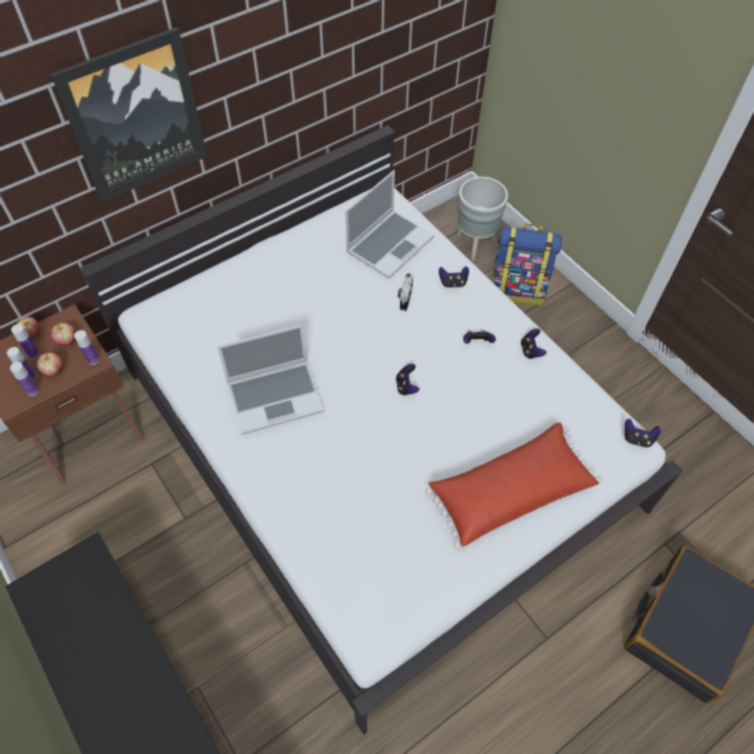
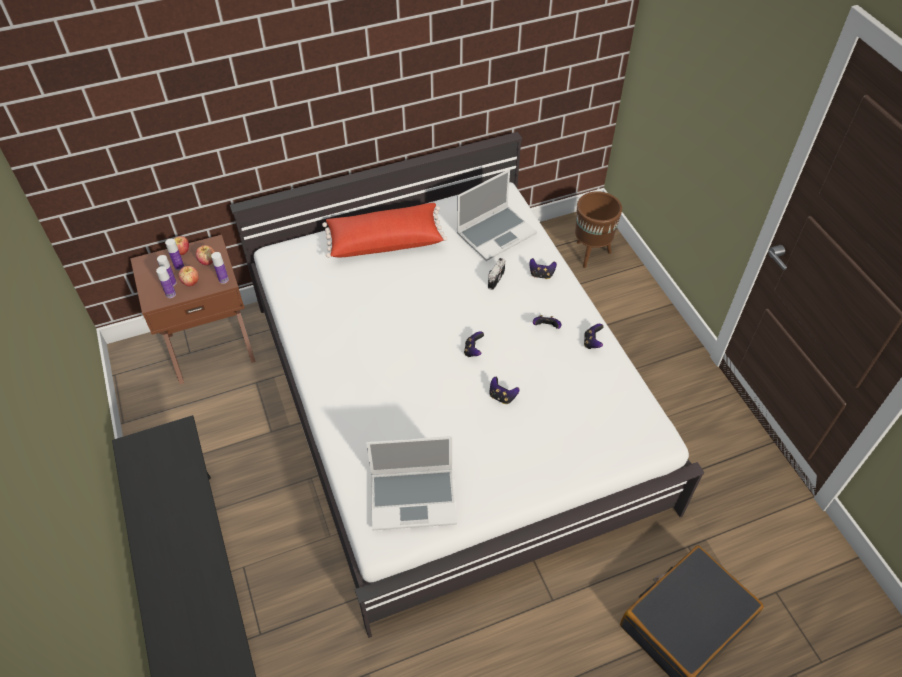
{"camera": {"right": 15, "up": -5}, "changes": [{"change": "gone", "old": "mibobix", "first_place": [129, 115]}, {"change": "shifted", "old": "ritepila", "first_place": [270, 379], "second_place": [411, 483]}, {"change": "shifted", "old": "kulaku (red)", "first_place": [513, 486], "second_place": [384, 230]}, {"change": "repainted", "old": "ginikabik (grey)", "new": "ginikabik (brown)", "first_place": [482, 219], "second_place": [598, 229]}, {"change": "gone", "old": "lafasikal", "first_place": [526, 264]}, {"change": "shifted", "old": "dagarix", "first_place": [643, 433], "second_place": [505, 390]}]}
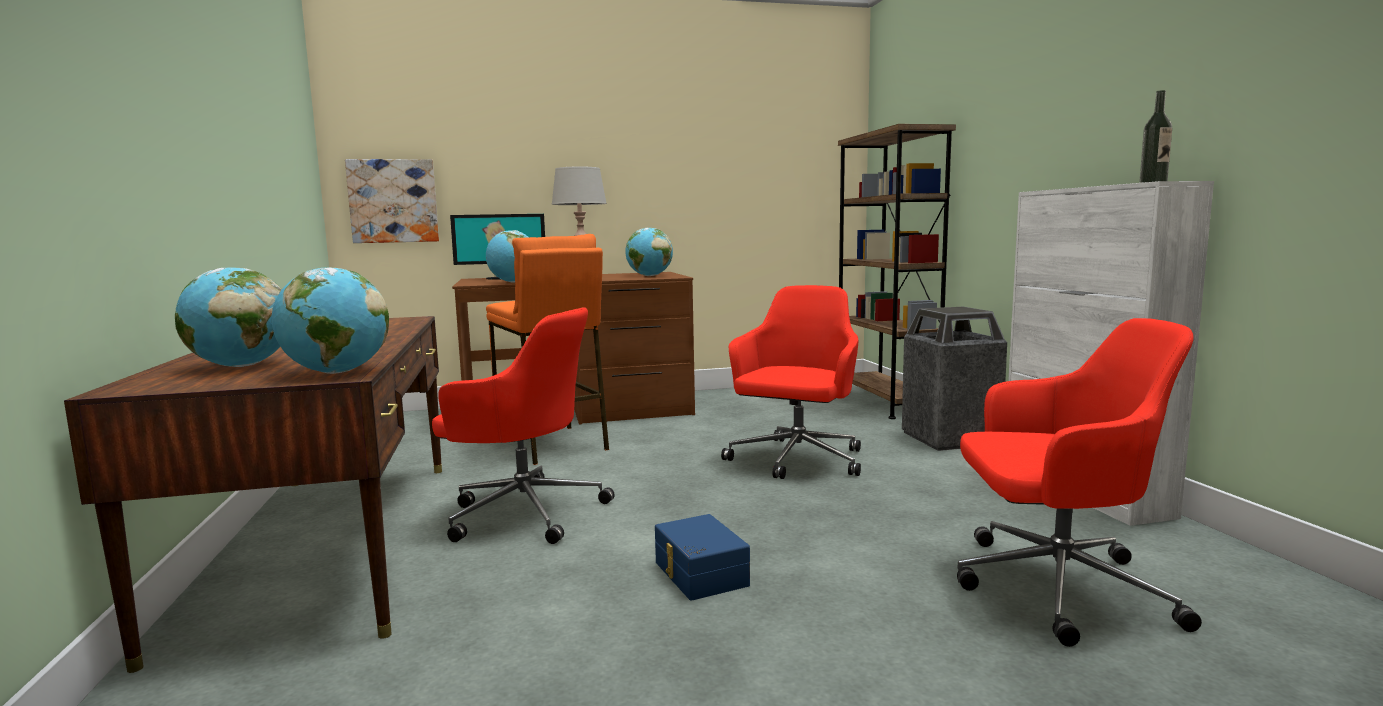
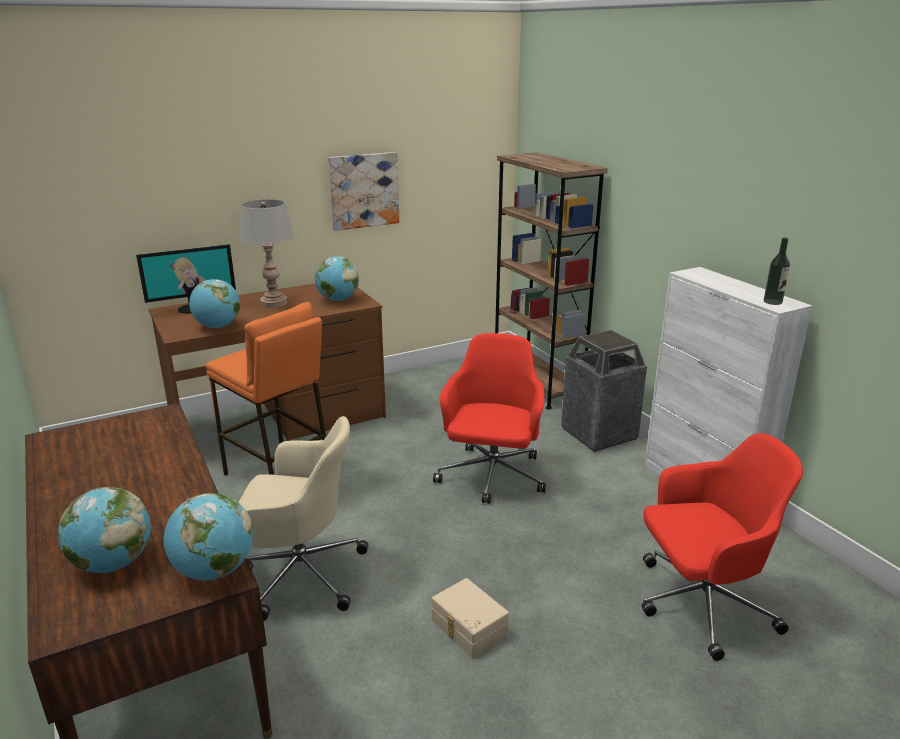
{"camera": {"right": -15, "up": 15}, "changes": [{"change": "shifted", "old": "mibobix", "first_place": [392, 201], "second_place": [363, 191]}, {"change": "repainted", "old": "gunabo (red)", "new": "gunabo (beige)", "first_place": [523, 425], "second_place": [303, 518]}, {"change": "repainted", "old": "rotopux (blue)", "new": "rotopux (beige)", "first_place": [702, 557], "second_place": [470, 618]}]}
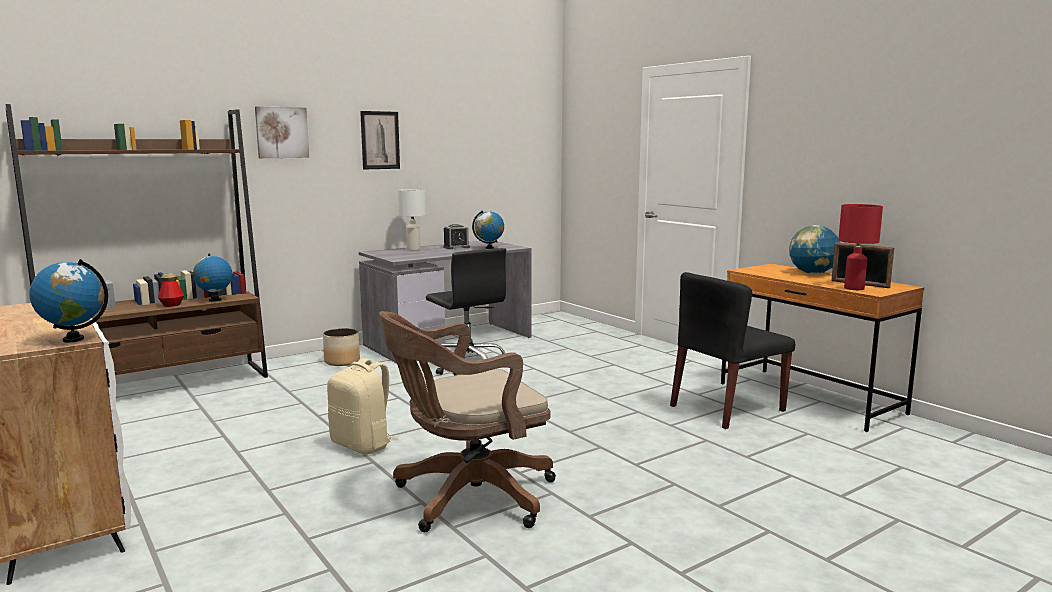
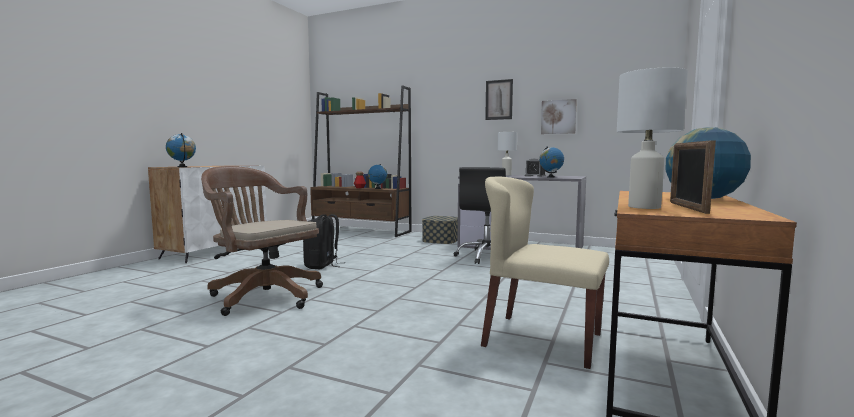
{"camera": {"right": 60, "up": -5}, "changes": [{"change": "shifted", "old": "mibobix", "first_place": [282, 132], "second_place": [559, 116]}, {"change": "swapped", "old": "ginikabik", "new": "rotopux", "first_place": [341, 347], "second_place": [440, 230]}, {"change": "repainted", "old": "lafasikal (beige)", "new": "lafasikal (black)", "first_place": [363, 406], "second_place": [321, 241]}, {"change": "repainted", "old": "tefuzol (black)", "new": "tefuzol (beige)", "first_place": [732, 350], "second_place": [545, 273]}, {"change": "repainted", "old": "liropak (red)", "new": "liropak (white)", "first_place": [860, 247], "second_place": [652, 138]}]}
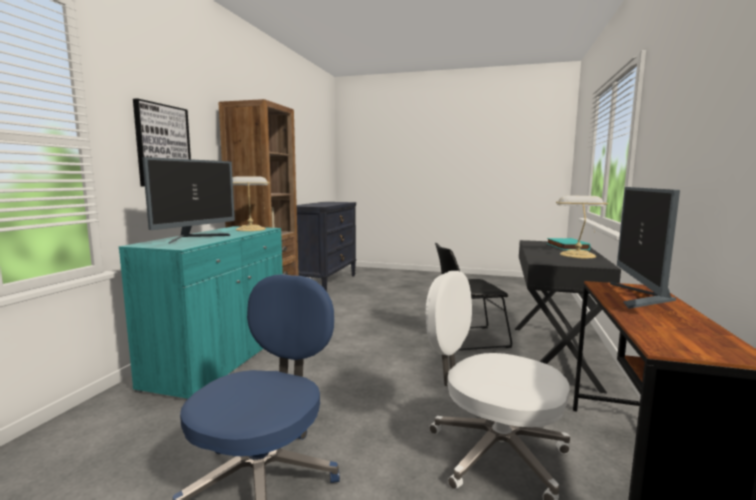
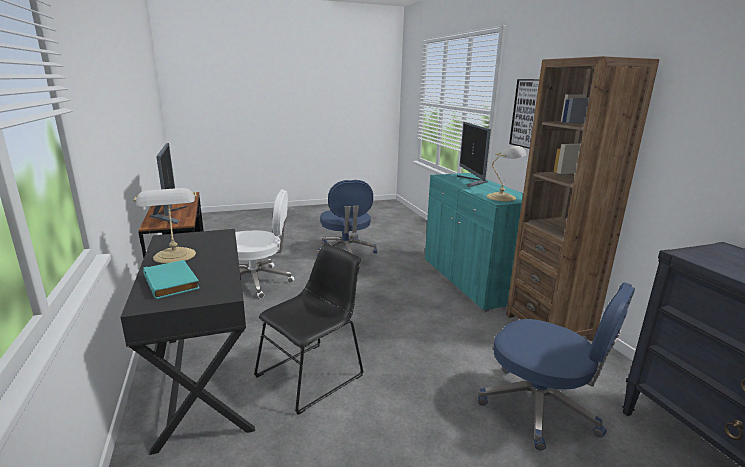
{"camera": {"right": 145, "up": 10}, "changes": [{"change": "new", "new": "gunabo (blue)", "second_place": [556, 366]}]}
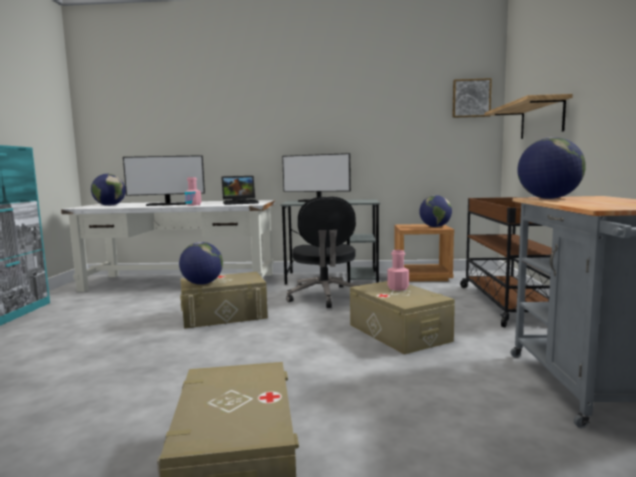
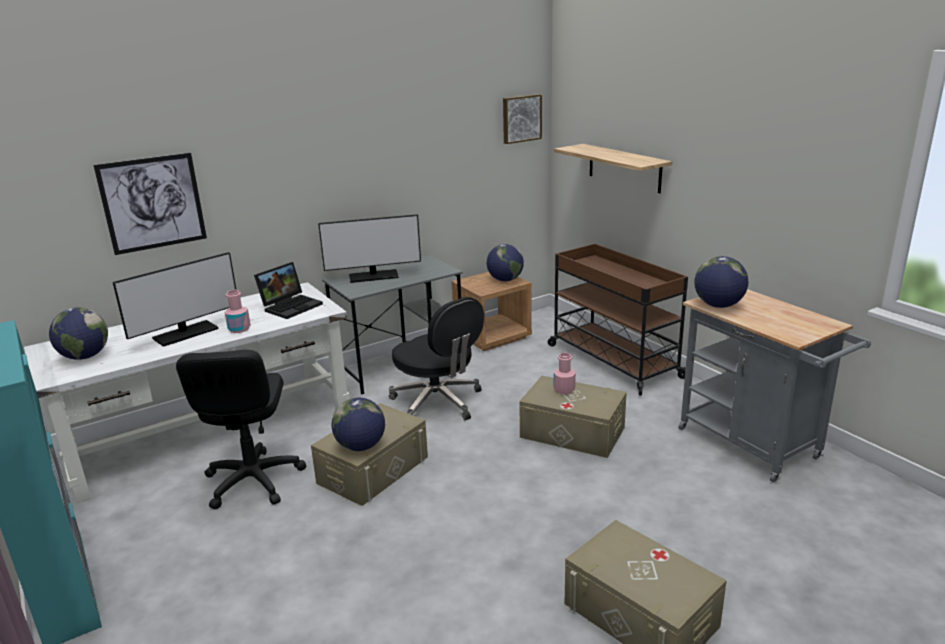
{"camera": {"right": -35, "up": 15}, "changes": [{"change": "new", "new": "mibobix", "second_place": [150, 204]}, {"change": "new", "new": "gunabo (black)", "second_place": [241, 429]}]}
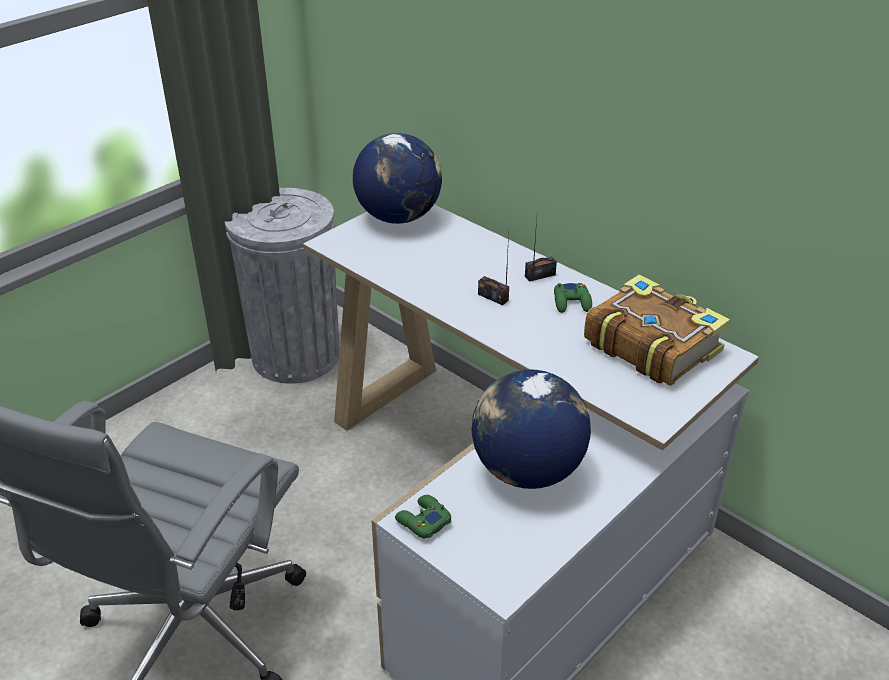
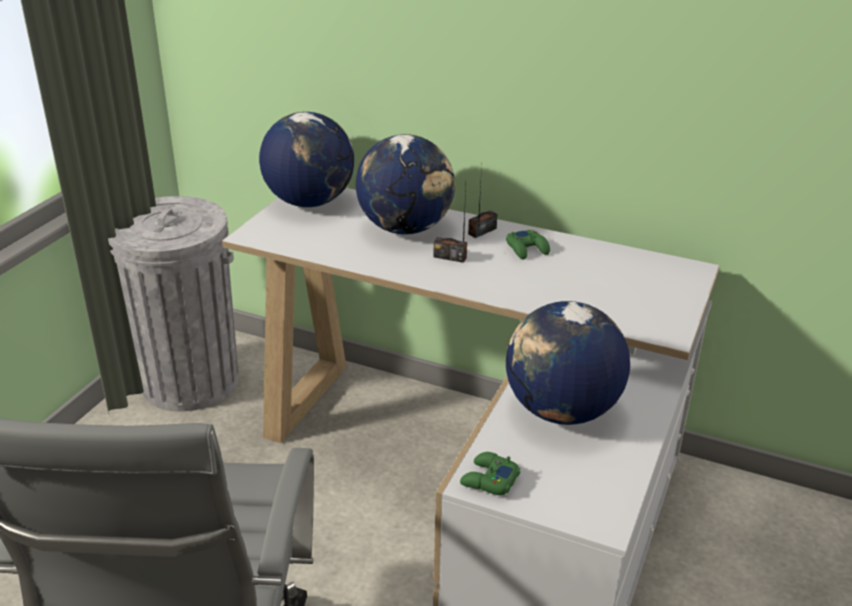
{"camera": {"right": -20, "up": -5}, "changes": [{"change": "gone", "old": "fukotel", "first_place": [657, 330]}, {"change": "new", "new": "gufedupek", "second_place": [405, 184]}]}
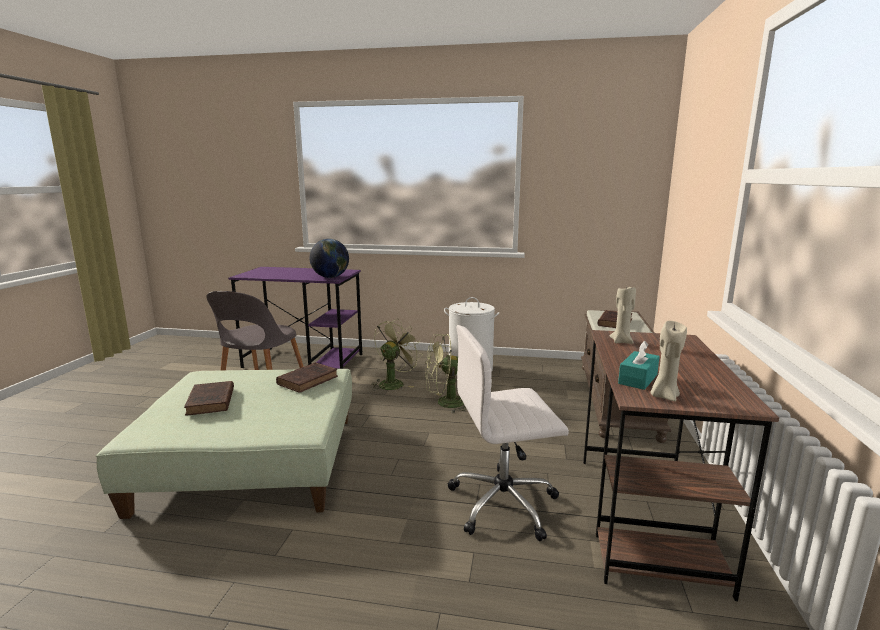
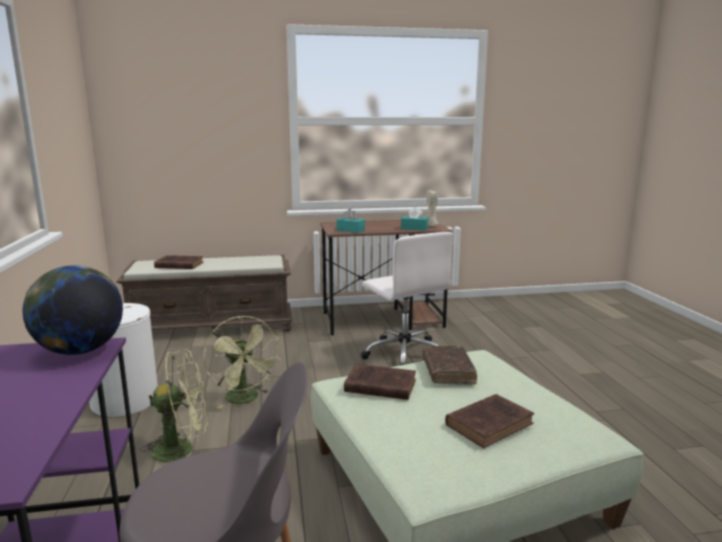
{"camera": {"right": -110, "up": 0}, "changes": [{"change": "rotated", "old": "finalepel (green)", "first_place": [397, 355], "second_place": [174, 406], "degrees": 150}, {"change": "swapped", "old": "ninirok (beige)", "new": "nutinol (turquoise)", "first_place": [622, 315], "second_place": [350, 221]}, {"change": "new", "new": "fukotel (brown)", "second_place": [449, 365]}]}
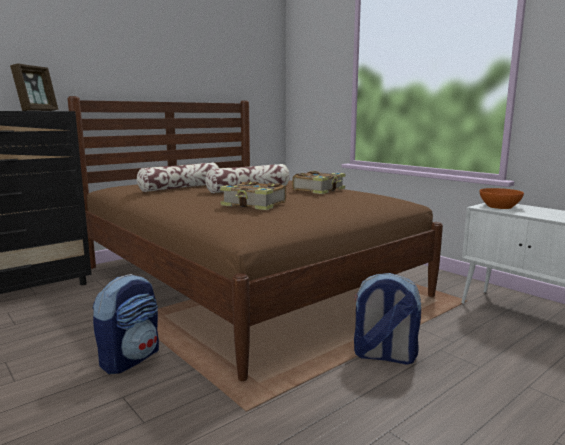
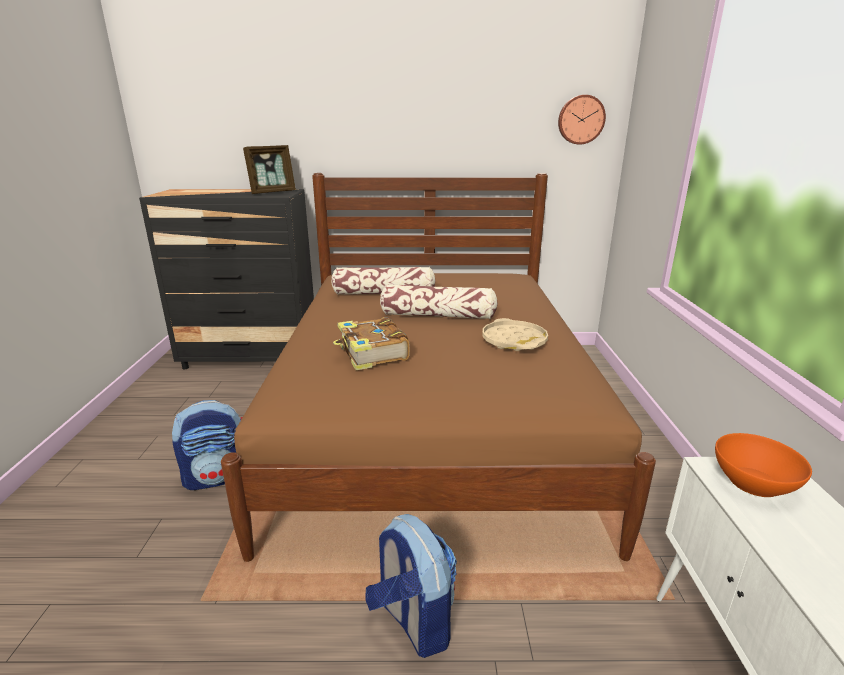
{"camera": {"right": 40, "up": 10}, "changes": [{"change": "swapped", "old": "fukotel", "new": "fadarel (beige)", "first_place": [319, 182], "second_place": [515, 334]}, {"change": "new", "new": "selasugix", "second_place": [582, 120]}]}
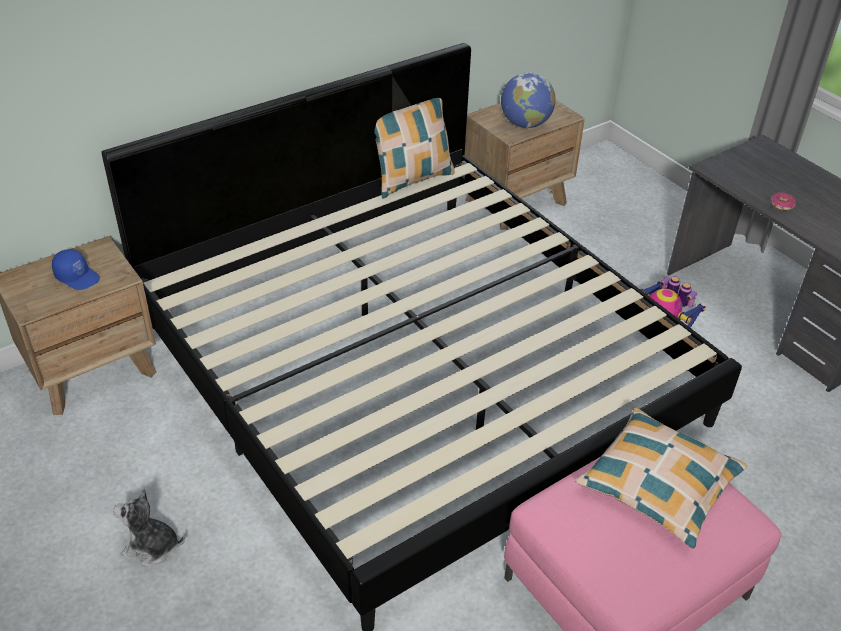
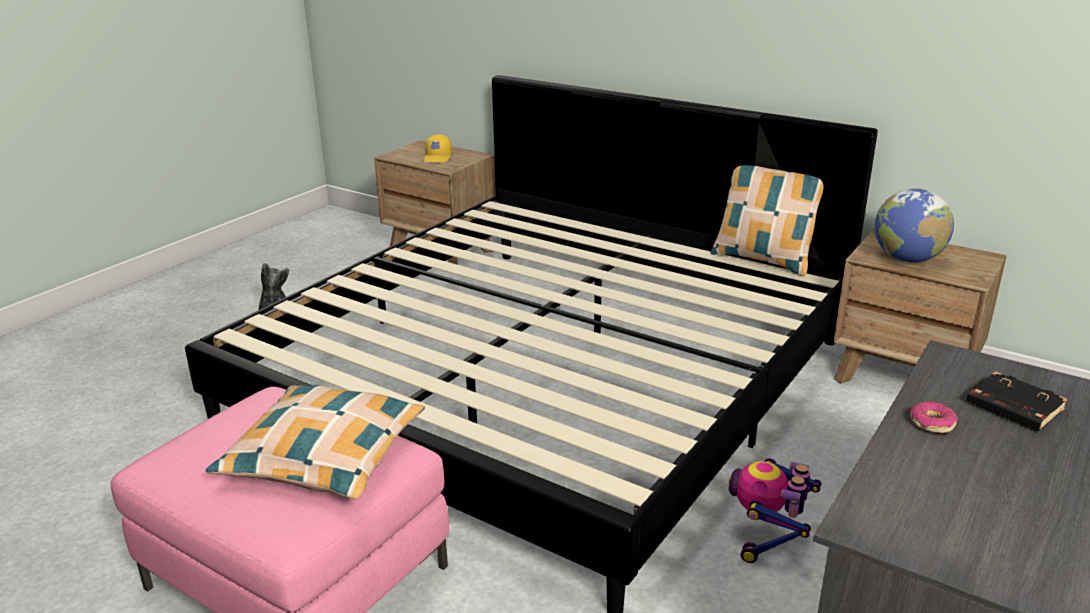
{"camera": {"right": 70, "up": -15}, "changes": [{"change": "repainted", "old": "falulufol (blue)", "new": "falulufol (yellow)", "first_place": [76, 269], "second_place": [438, 148]}, {"change": "new", "new": "fukotel (black)", "second_place": [1017, 401]}]}
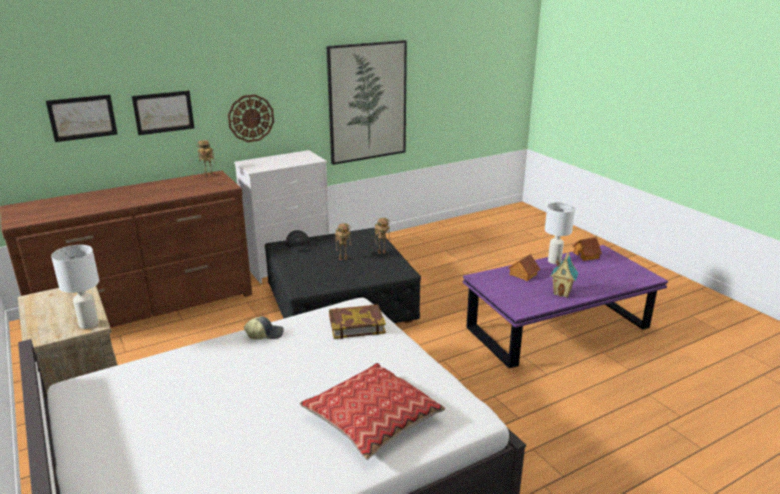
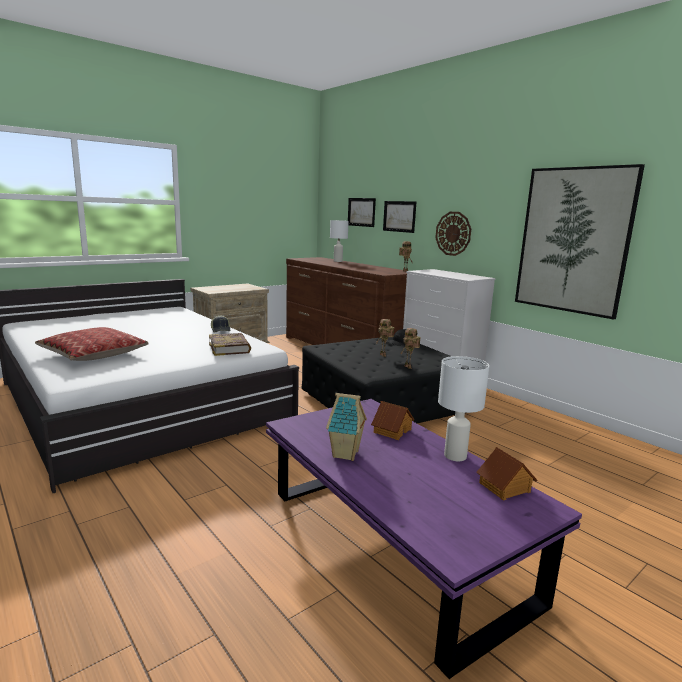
{"camera": {"right": 80, "up": -10}, "changes": [{"change": "shifted", "old": "liropak (white)", "first_place": [75, 287], "second_place": [339, 241]}]}
